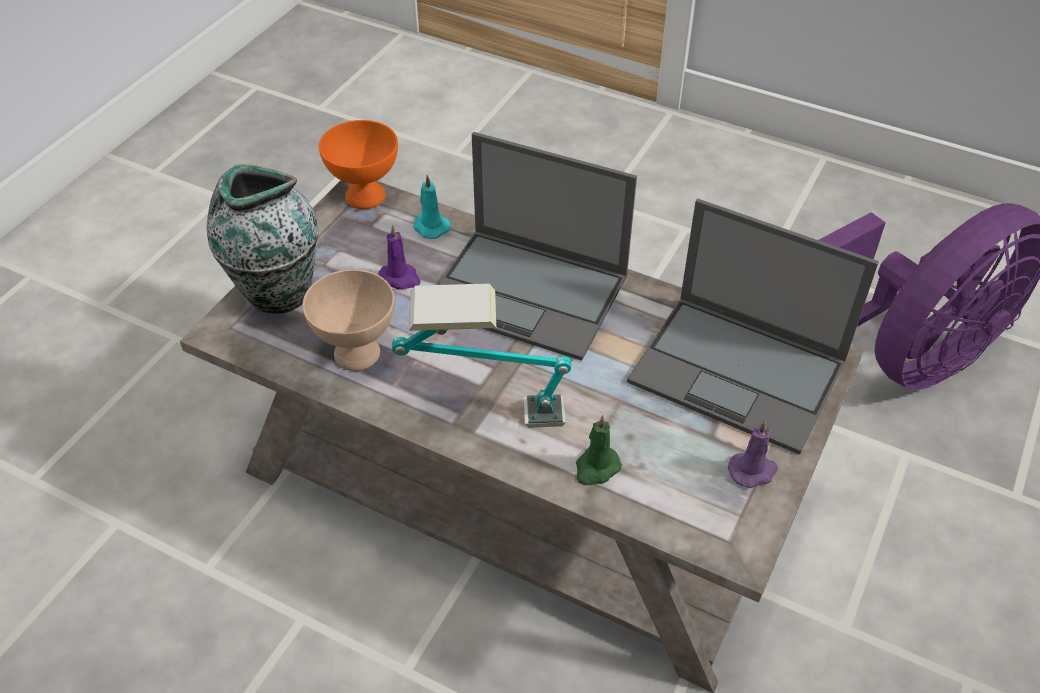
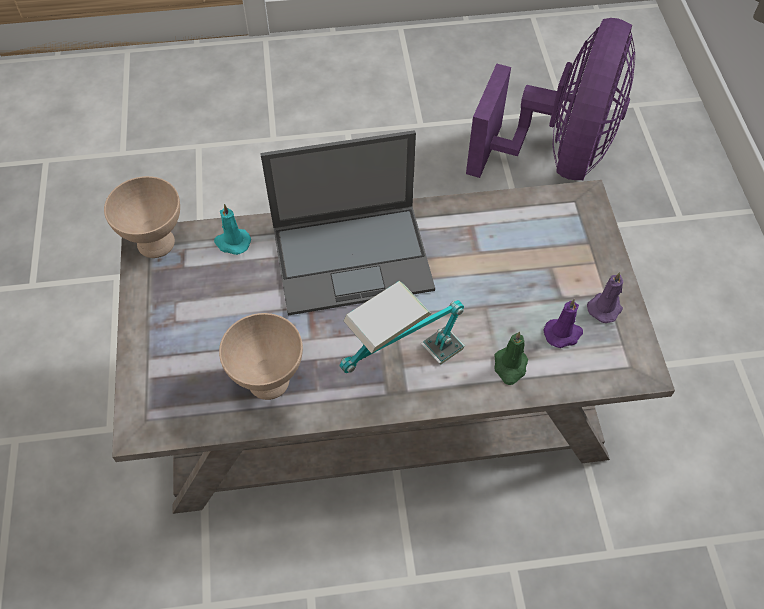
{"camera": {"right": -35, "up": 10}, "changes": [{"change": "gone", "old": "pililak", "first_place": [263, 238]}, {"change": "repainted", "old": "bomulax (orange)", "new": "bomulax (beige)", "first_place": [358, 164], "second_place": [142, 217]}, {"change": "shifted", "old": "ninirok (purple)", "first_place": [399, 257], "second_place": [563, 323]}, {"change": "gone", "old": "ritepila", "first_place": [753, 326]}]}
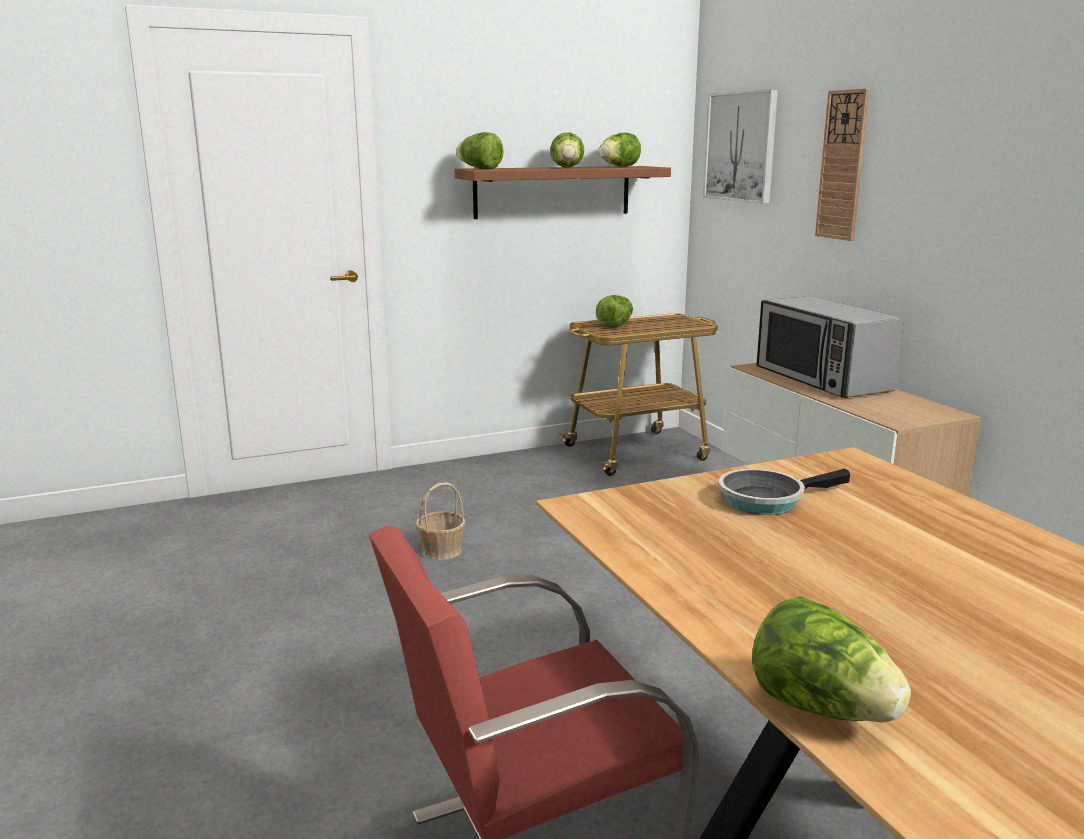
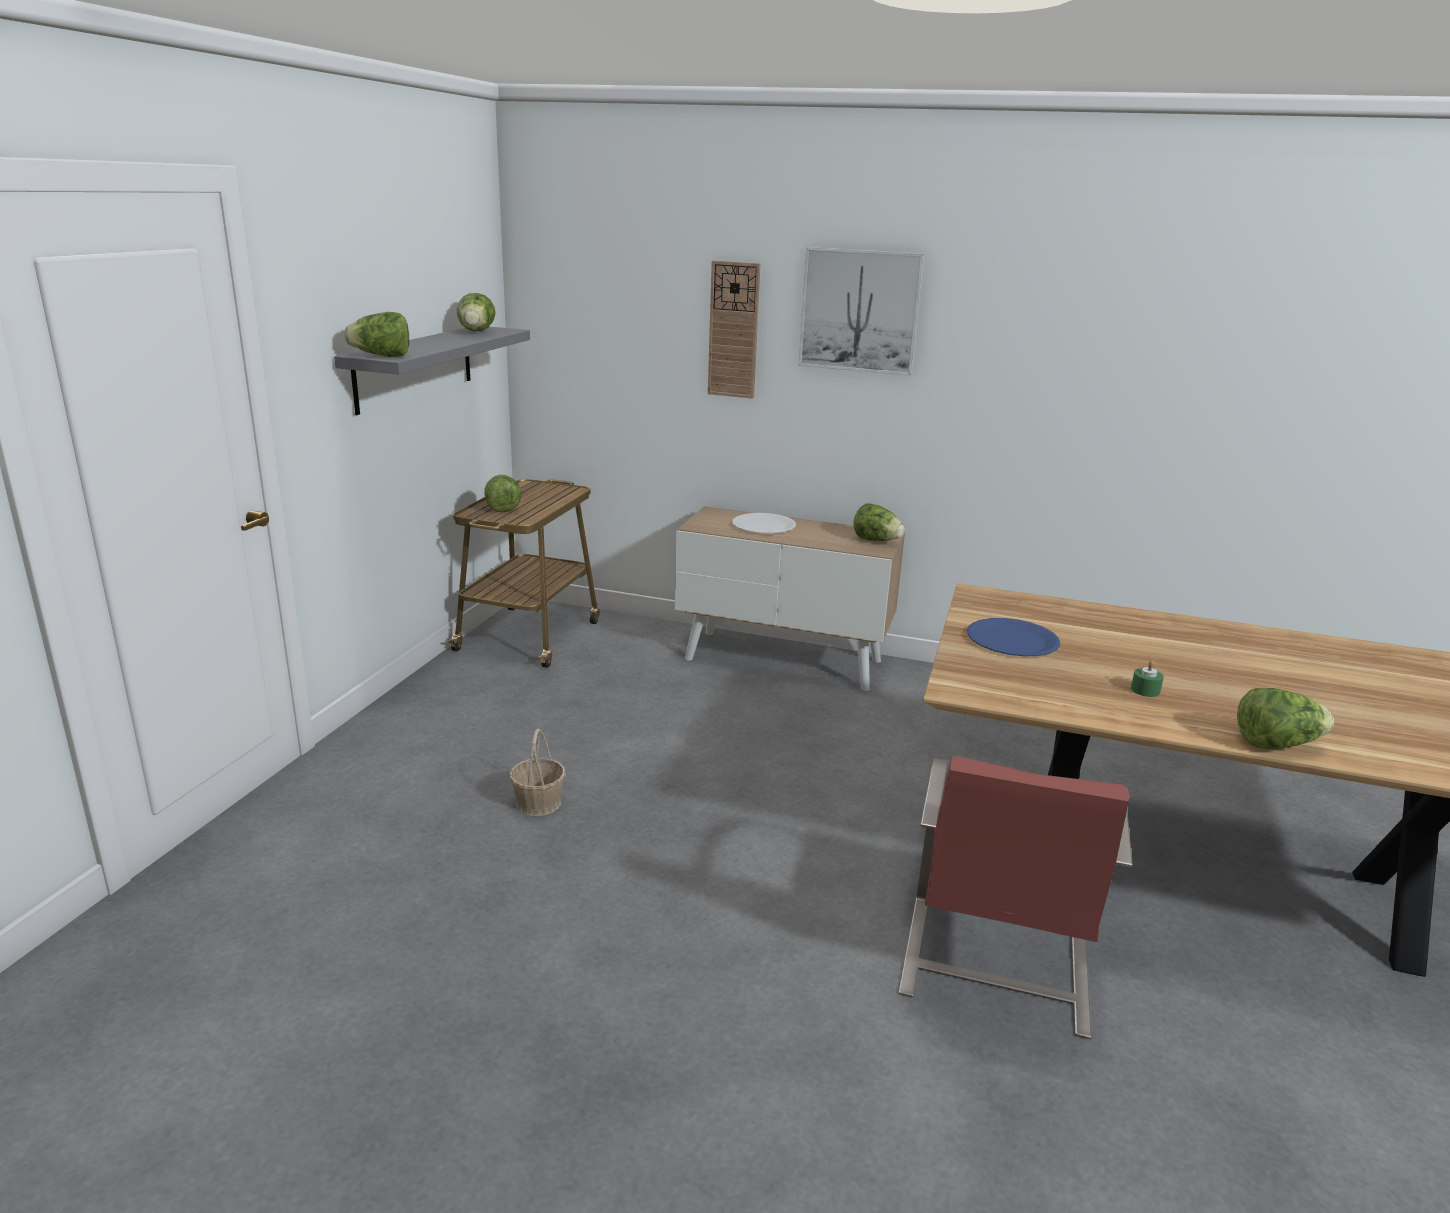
{"camera": {"right": -50, "up": 5}, "changes": [{"change": "repainted", "old": "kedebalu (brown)", "new": "kedebalu (grey)", "first_place": [563, 192], "second_place": [432, 371]}, {"change": "shifted", "old": "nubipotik", "first_place": [567, 150], "second_place": [879, 522]}, {"change": "shifted", "old": "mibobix", "first_place": [740, 146], "second_place": [861, 311]}, {"change": "swapped", "old": "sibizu", "new": "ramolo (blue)", "first_place": [784, 492], "second_place": [1013, 637]}, {"change": "swapped", "old": "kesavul", "new": "ramolo (white)", "first_place": [830, 347], "second_place": [764, 523]}, {"change": "new", "new": "ninirok (green)", "second_place": [1147, 678]}]}
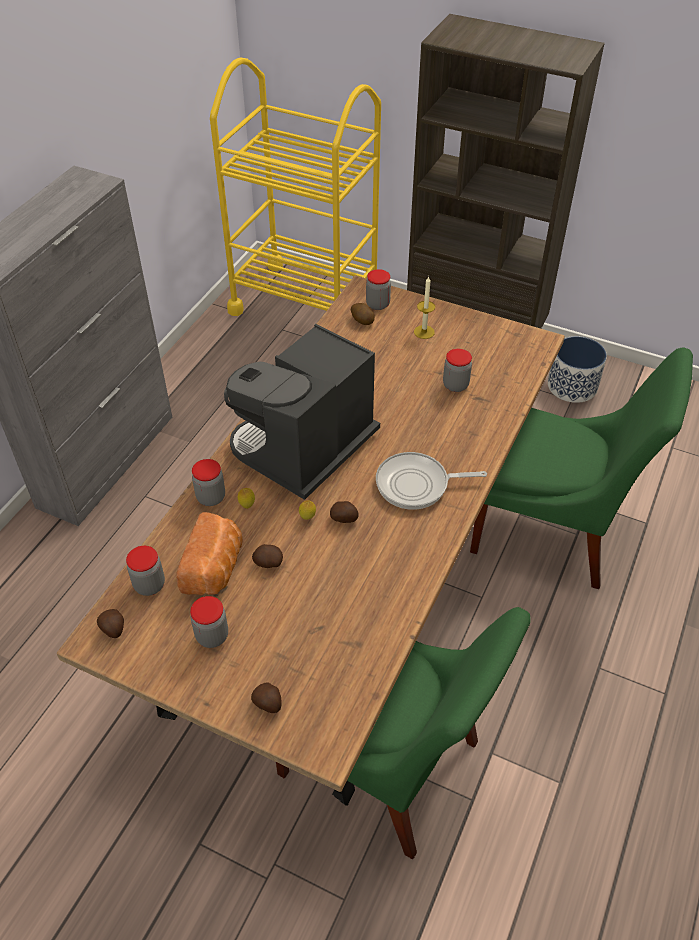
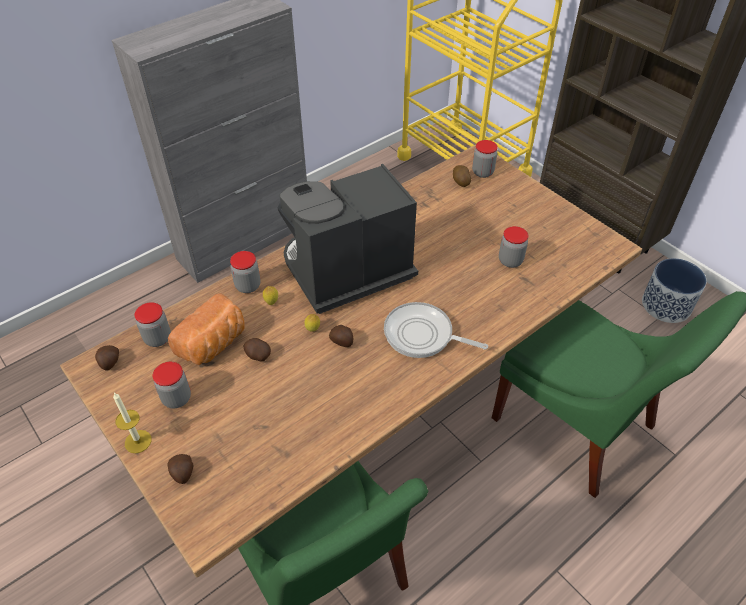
{"camera": {"right": 25, "up": 0}, "changes": [{"change": "shifted", "old": "ninirok", "first_place": [424, 307], "second_place": [132, 423]}]}
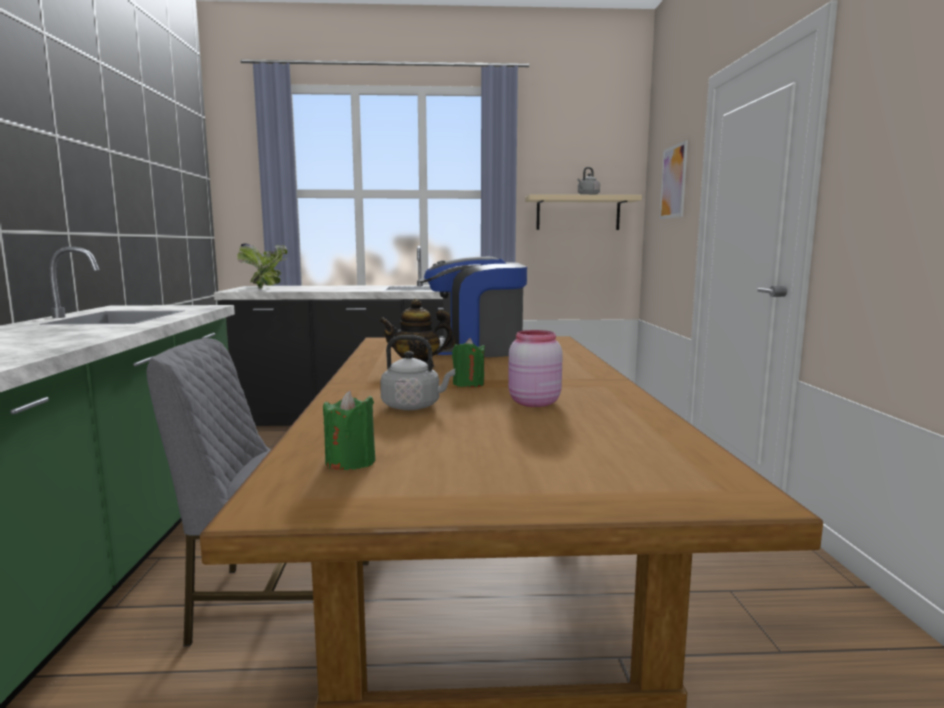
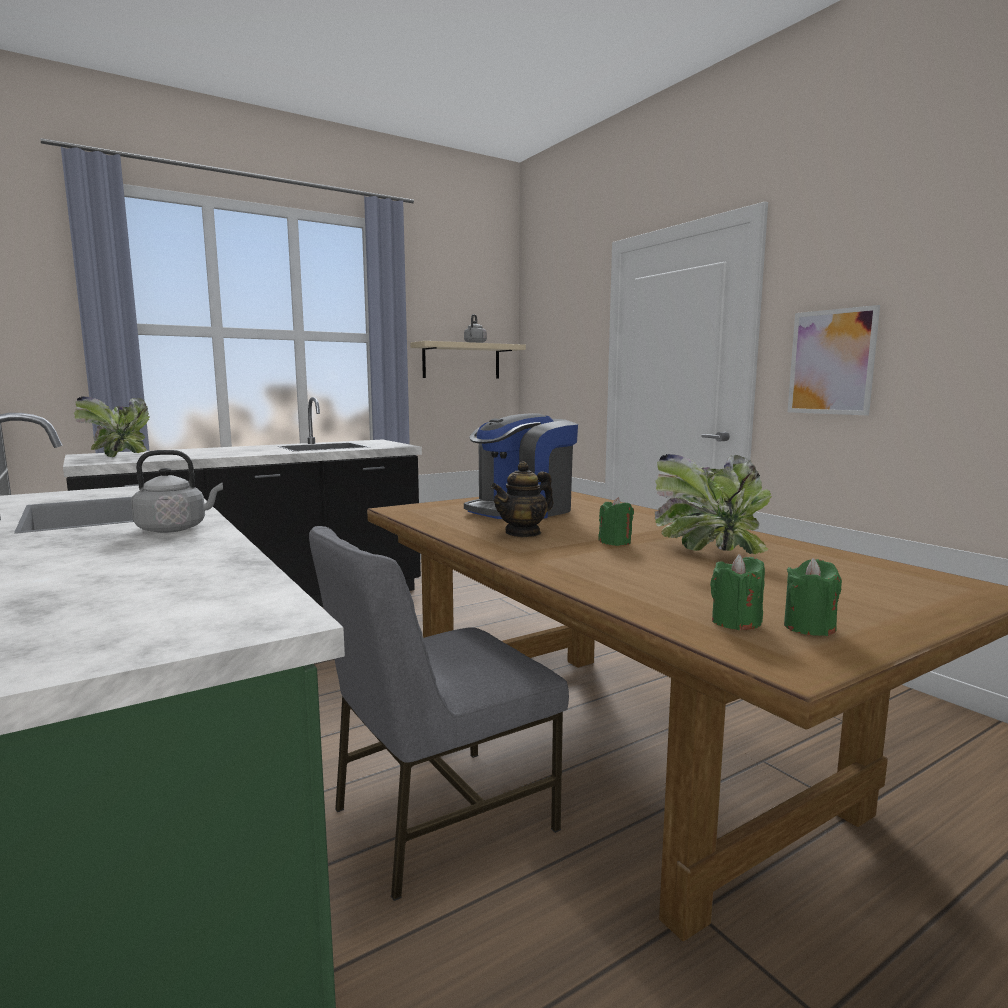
{"camera": {"right": -30, "up": 0}, "changes": [{"change": "shifted", "old": "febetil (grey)", "first_place": [417, 372], "second_place": [177, 491]}, {"change": "swapped", "old": "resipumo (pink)", "new": "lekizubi", "first_place": [535, 368], "second_place": [713, 504]}, {"change": "shifted", "old": "mibobix", "first_place": [673, 180], "second_place": [834, 360]}, {"change": "new", "new": "ninirok (green)", "second_place": [813, 597]}]}
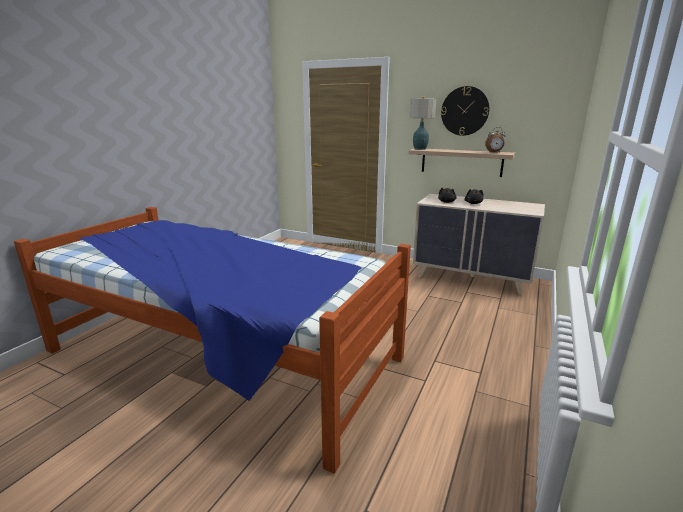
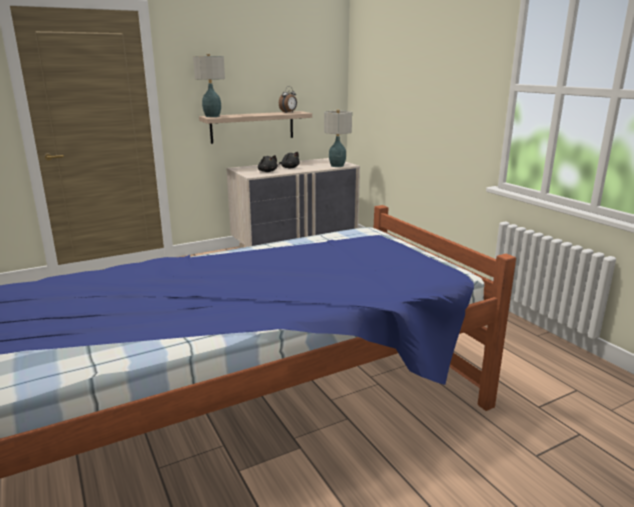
{"camera": {"right": -55, "up": 0}, "changes": [{"change": "gone", "old": "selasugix", "first_place": [465, 111]}, {"change": "new", "new": "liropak", "second_place": [338, 138]}]}
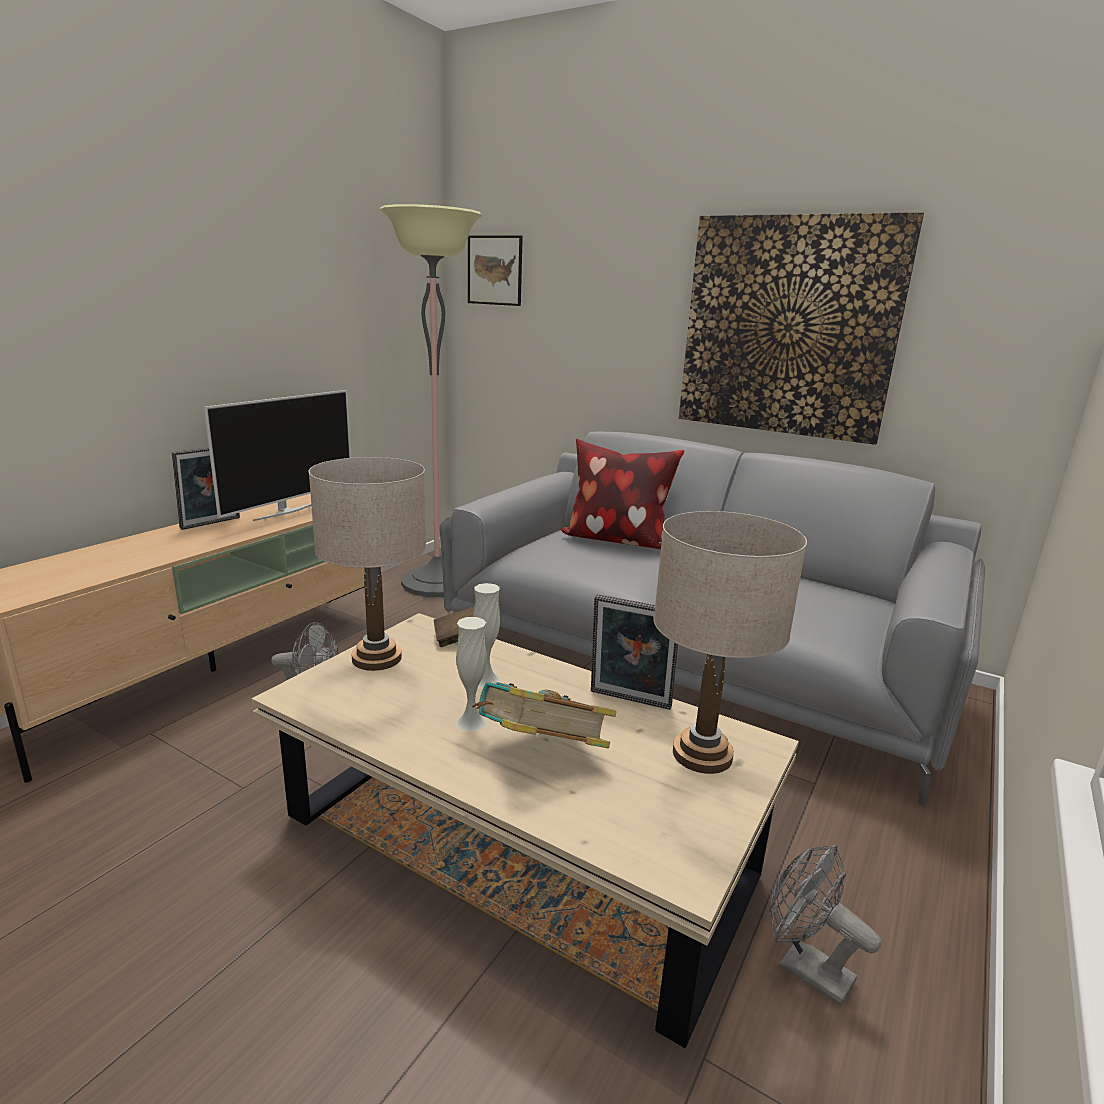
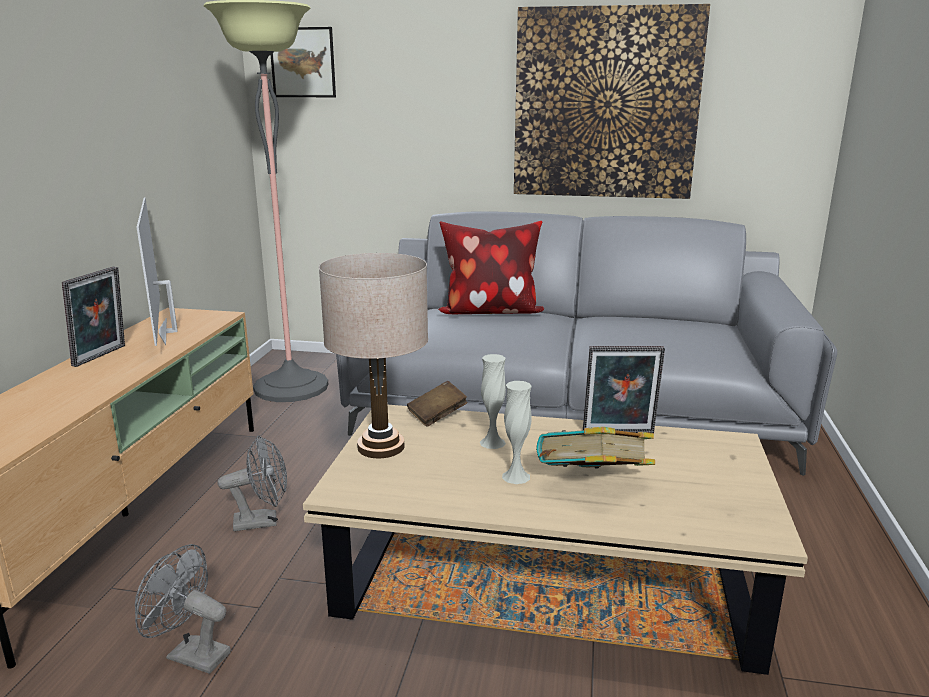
{"camera": {"right": -20, "up": 0}, "changes": [{"change": "rotated", "old": "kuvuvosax", "first_place": [277, 455], "second_place": [157, 271], "degrees": 150}, {"change": "gone", "old": "liropak (beige)", "first_place": [730, 642]}, {"change": "shifted", "old": "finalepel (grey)", "first_place": [825, 925], "second_place": [183, 609]}]}
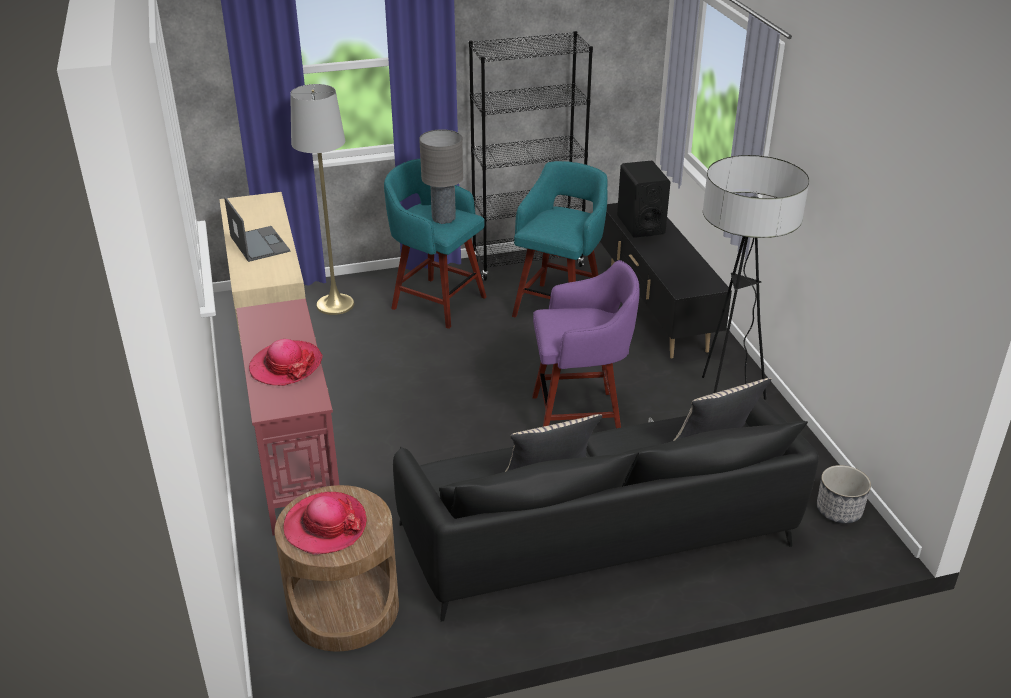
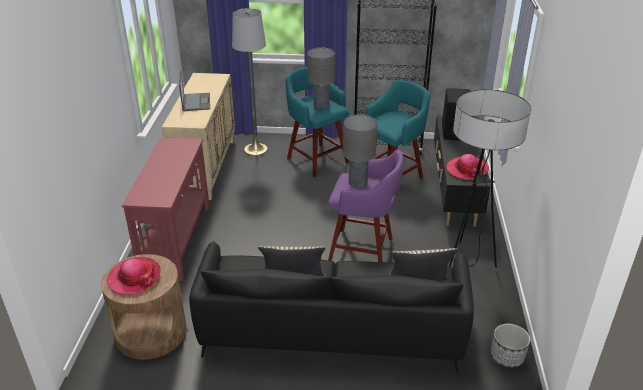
{"camera": {"right": 20, "up": 0}, "changes": [{"change": "shifted", "old": "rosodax", "first_place": [286, 362], "second_place": [467, 167]}, {"change": "new", "new": "liropak (grey)", "second_place": [360, 151]}]}
